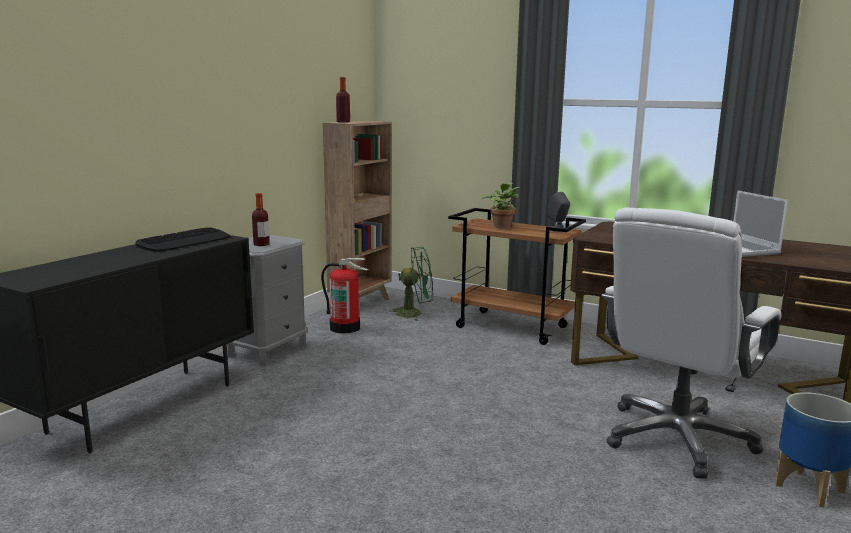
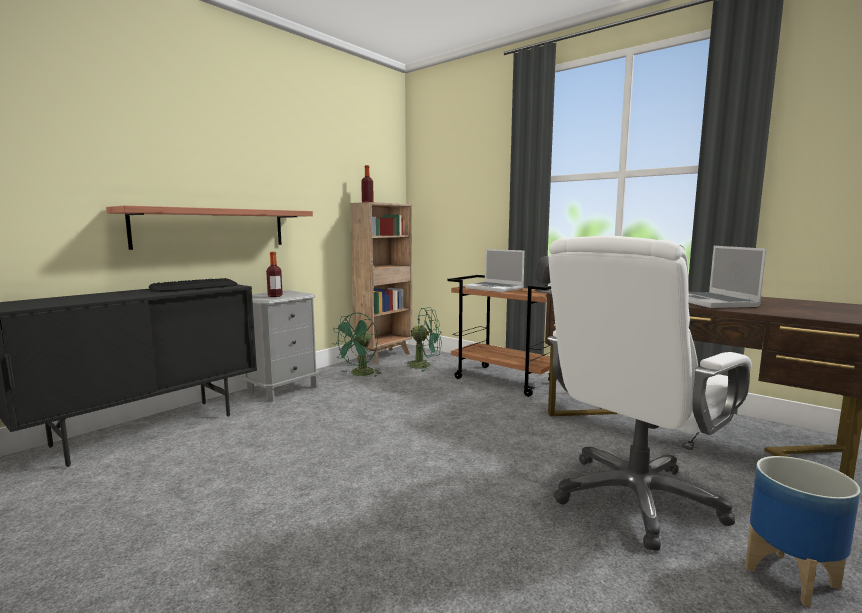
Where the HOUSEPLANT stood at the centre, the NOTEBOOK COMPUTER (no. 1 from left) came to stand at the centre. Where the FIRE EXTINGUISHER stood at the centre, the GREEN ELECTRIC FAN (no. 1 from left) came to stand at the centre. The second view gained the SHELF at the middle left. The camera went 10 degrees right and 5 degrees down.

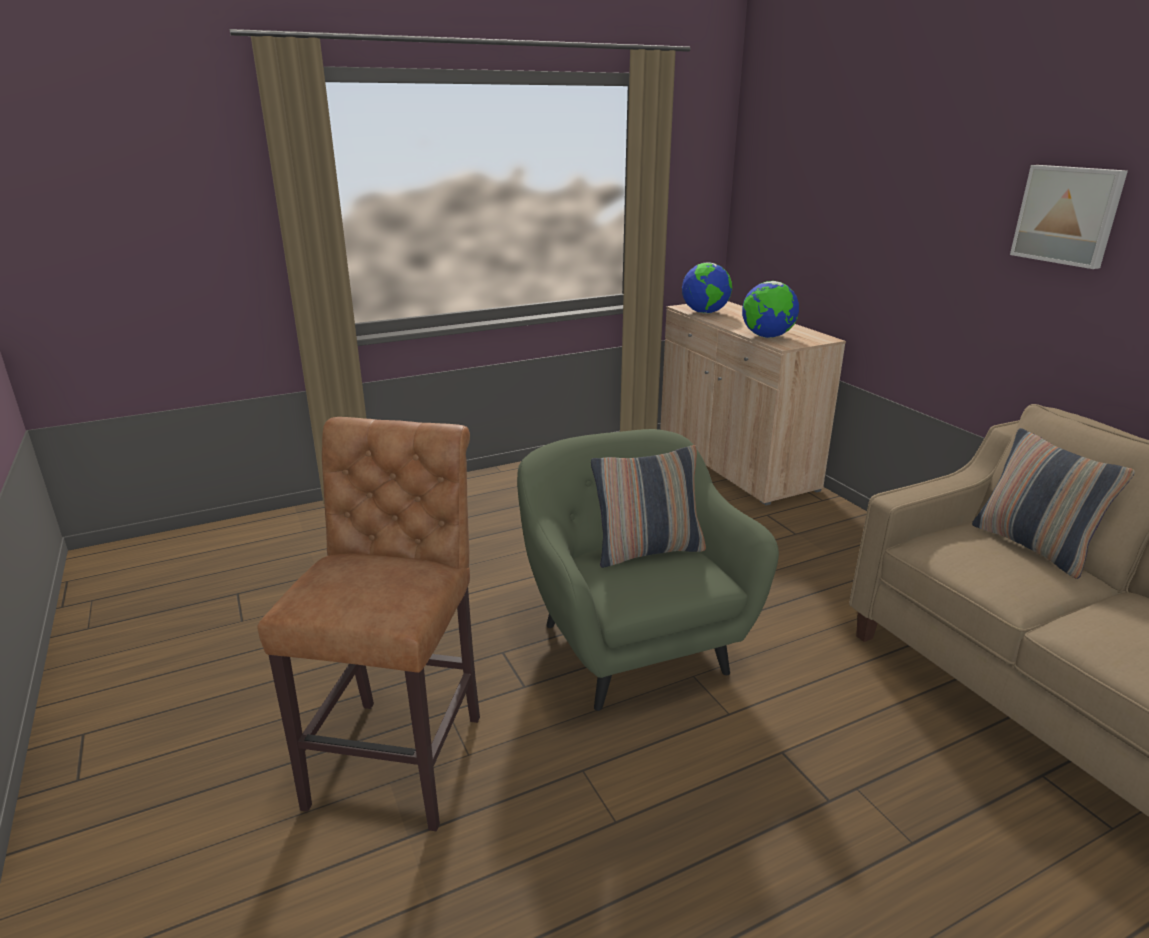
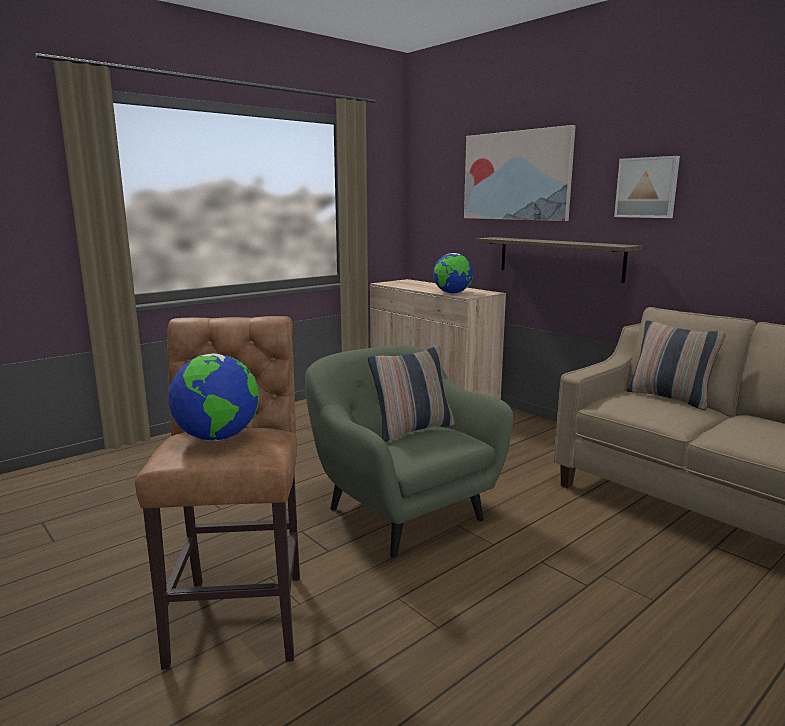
The DESK GLOBE (no. 1 from left) ended up elsewhere, having gone from the top centre to the middle left. The second view gained the PICTURE (no. 1 from left) at the top centre. The second view gained the SHELF at the middle right. The camera went 15 degrees left and 10 degrees down.

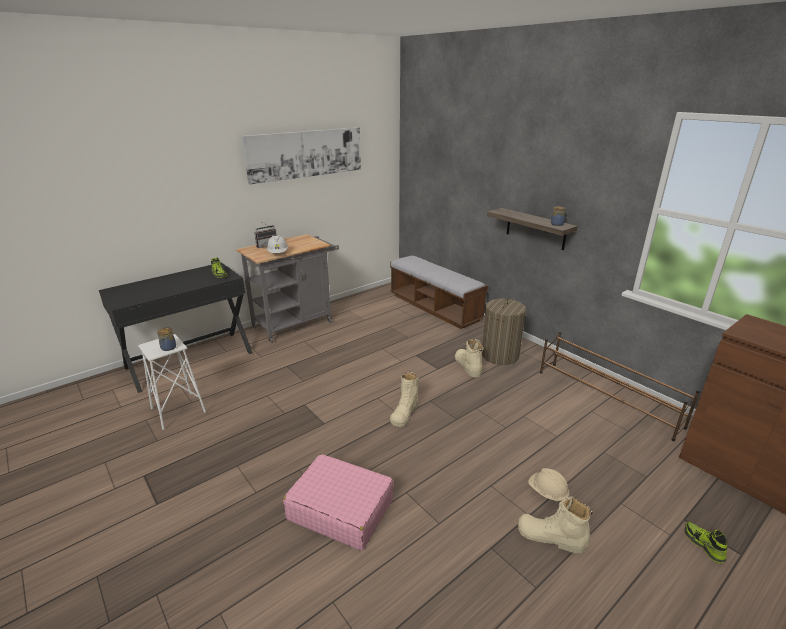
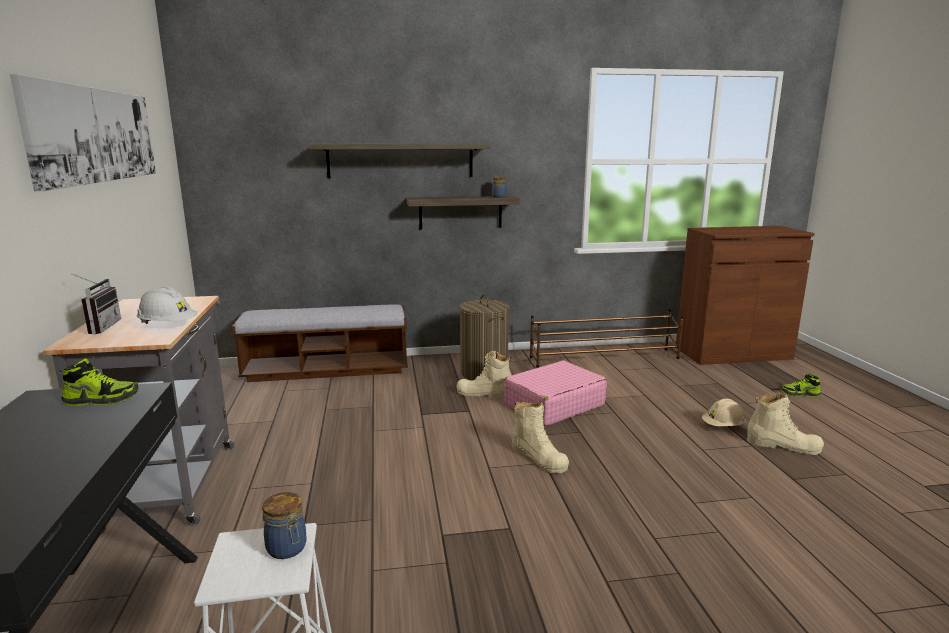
The PINK-COLOURED TRAVEL CASE ended up elsewhere, having gone from the bottom centre to the centre. The BEIGE BOOT (no. 3 from left) at the bottom right ended up facing another way, 120 degrees counterclockwise from before. The second view gained the SHELF (no. 1 from left) at the top centre. The camera went 60 degrees left and 10 degrees down.

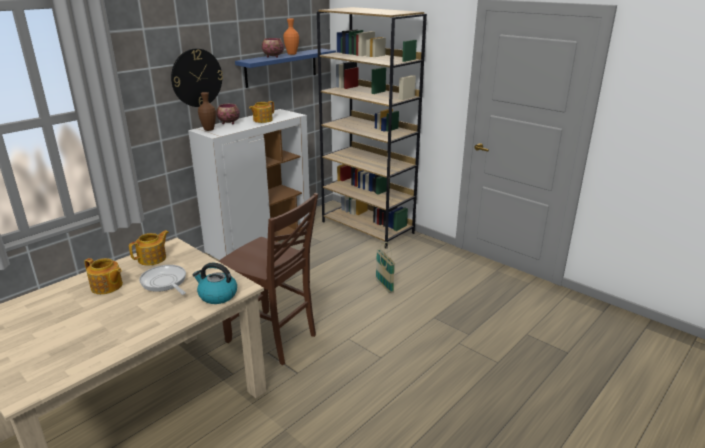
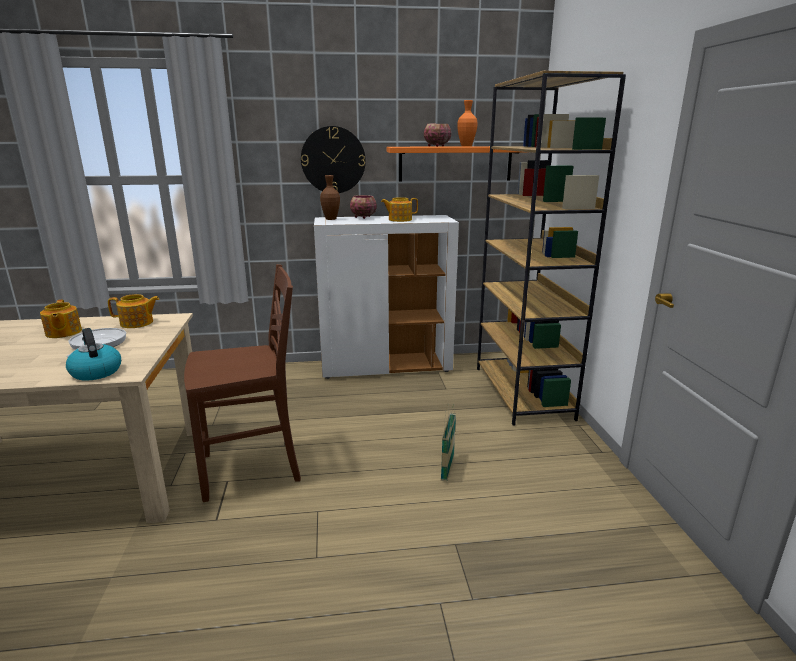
What was the BLUE-COLOURED SHELF at the top centre turned into the ORANGE-COLOURED SHELF at the top centre. The BROWN UPRIGHT CHAIR at the centre ended up facing another way, 90 degrees counterclockwise from before. The camera went 40 degrees right and 5 degrees down.

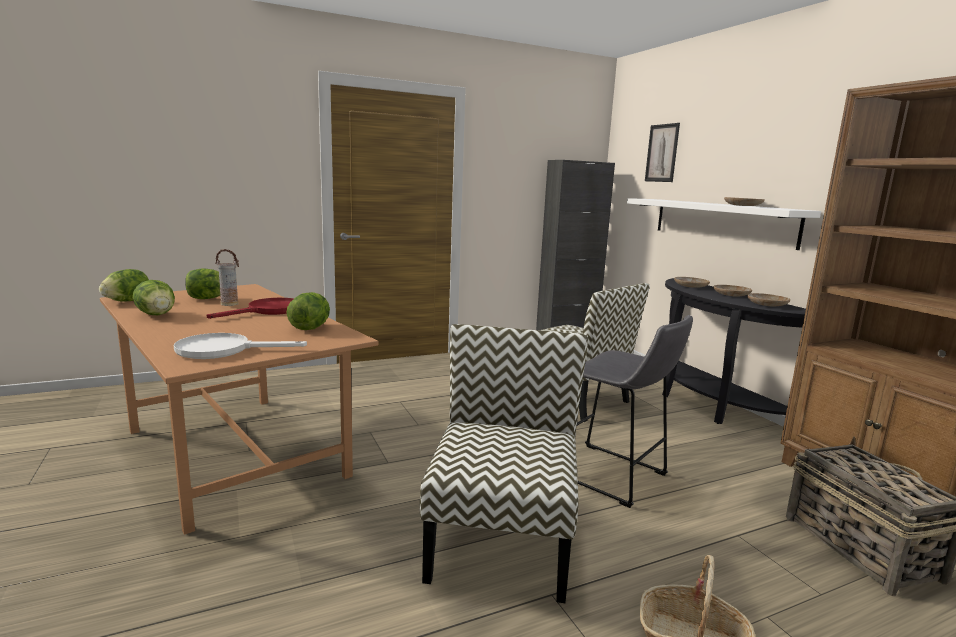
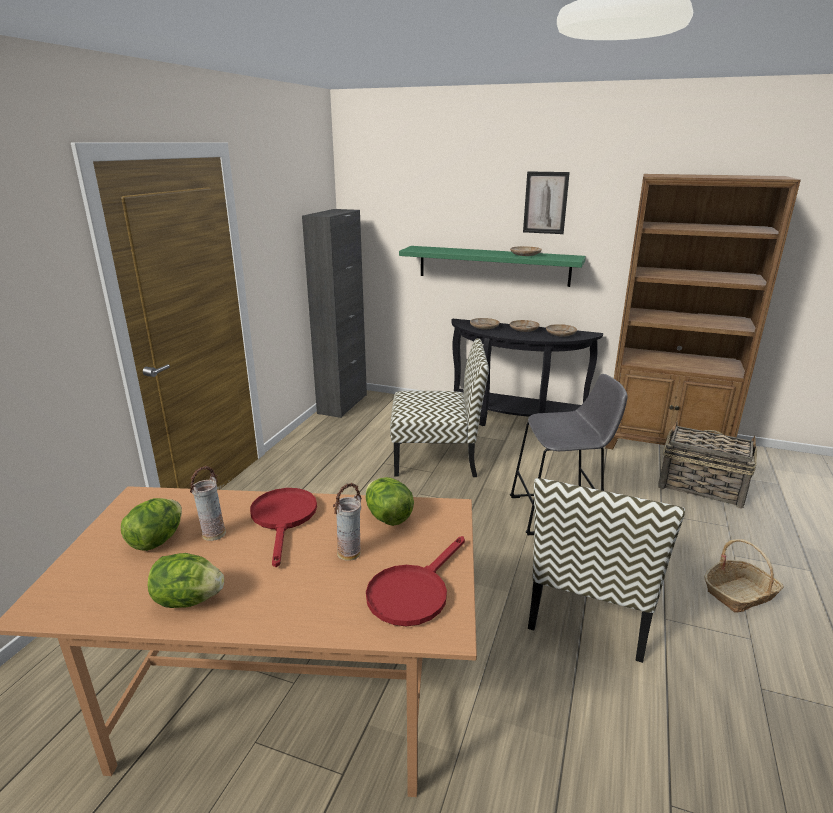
The PICTURE ended up elsewhere, having gone from the top right to the top centre. What was the WHITE SHELF at the middle right turned into the GREEN SHELF at the top centre. The second view lost the LETTUCE (no. 1 from left) at the middle left. The UPRIGHT CHAIR (no. 1 from left in the first image) at the bottom centre ended up facing another way, 120 degrees counterclockwise from before. What was the WHITE FRYING PAN at the middle left turned into the RED-COLOURED FRYING PAN (no. 2 from left) at the bottom centre. The second view gained the VASE (no. 2 from left) at the centre. The camera went 45 degrees left and 10 degrees up.

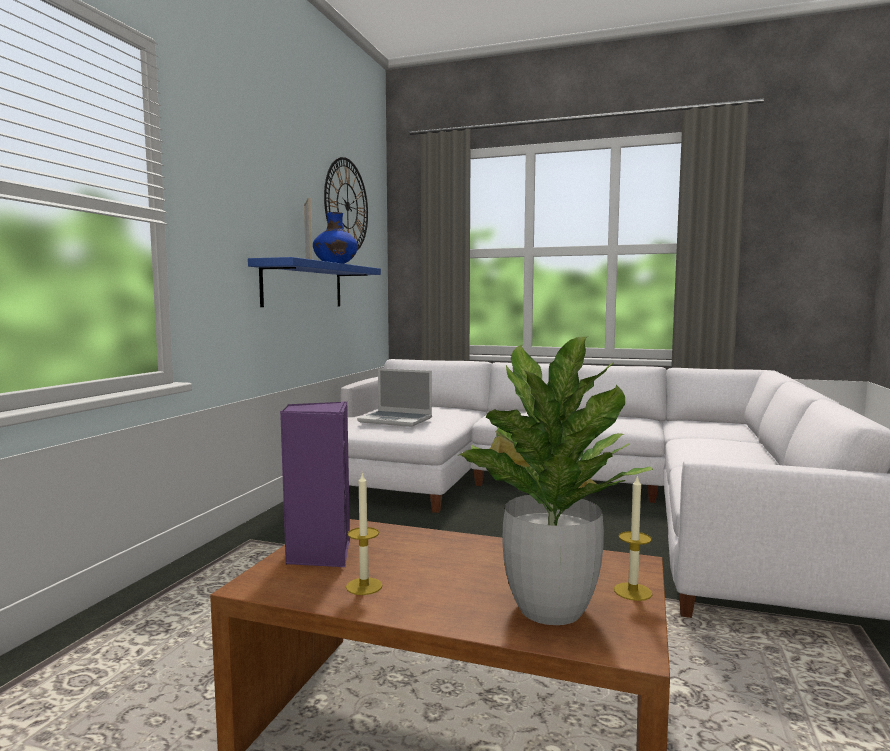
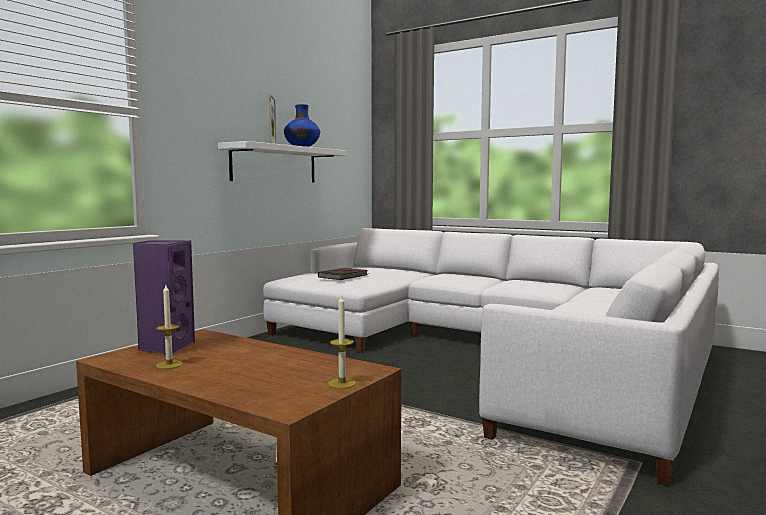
The second view lost the WALL CLOCK at the top centre. What was the BLUE-COLOURED SHELF at the centre turned into the WHITE SHELF at the top centre. The second view lost the HOUSEPLANT at the centre. Where the NOTEBOOK COMPUTER stood at the centre, the BROWN VOLUME came to stand at the centre. The camera went 15 degrees right and 0 degrees up.

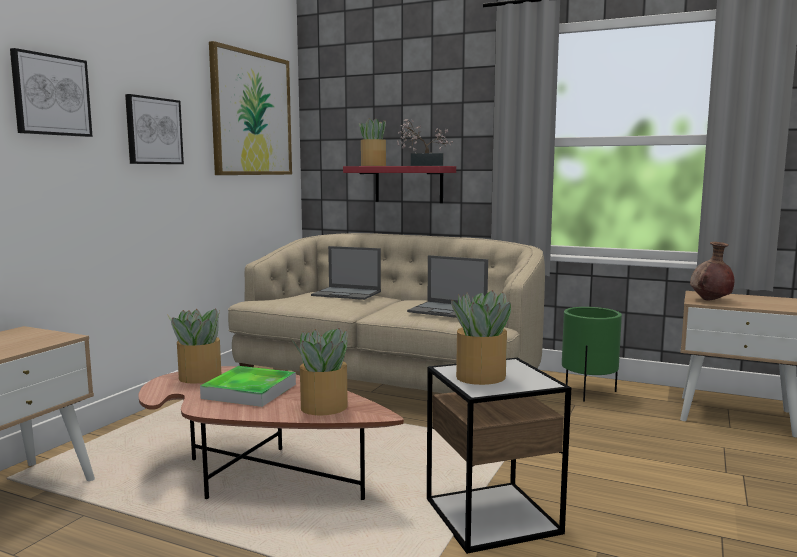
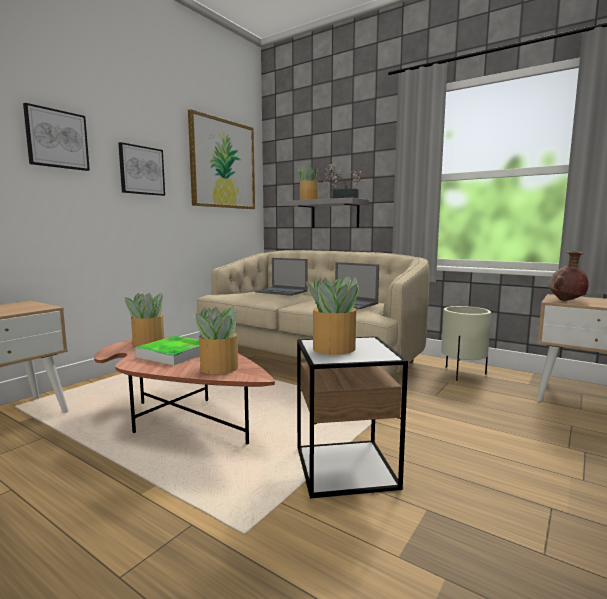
What was the RED-COLOURED SHELF at the top centre turned into the GREYISH SHELF at the centre. What was the GREEN FLOWER POT at the middle right turned into the BEIGE FLOWER POT at the middle right. The camera went 10 degrees right and 0 degrees up.

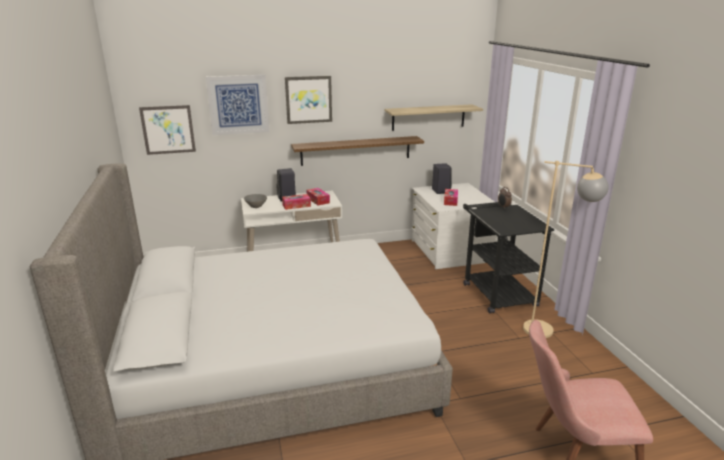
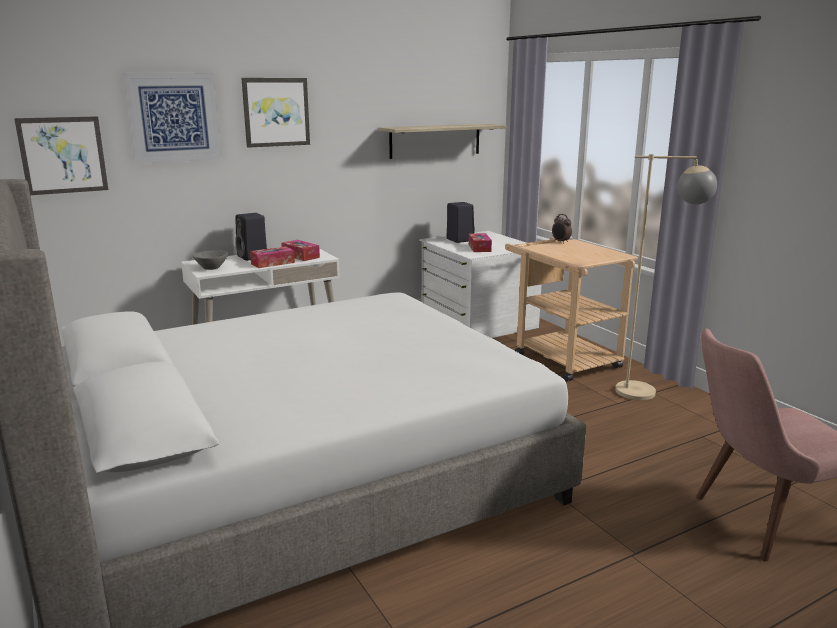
The second view lost the SHELF (no. 1 from left) at the top centre. What was the BLACK CART at the middle right turned into the BEIGE CART at the middle right. The camera went 15 degrees left and 5 degrees down.

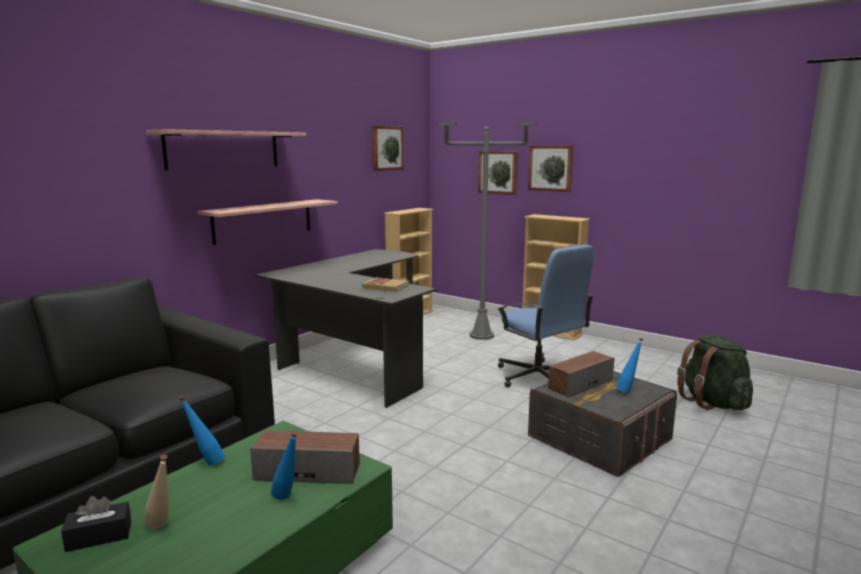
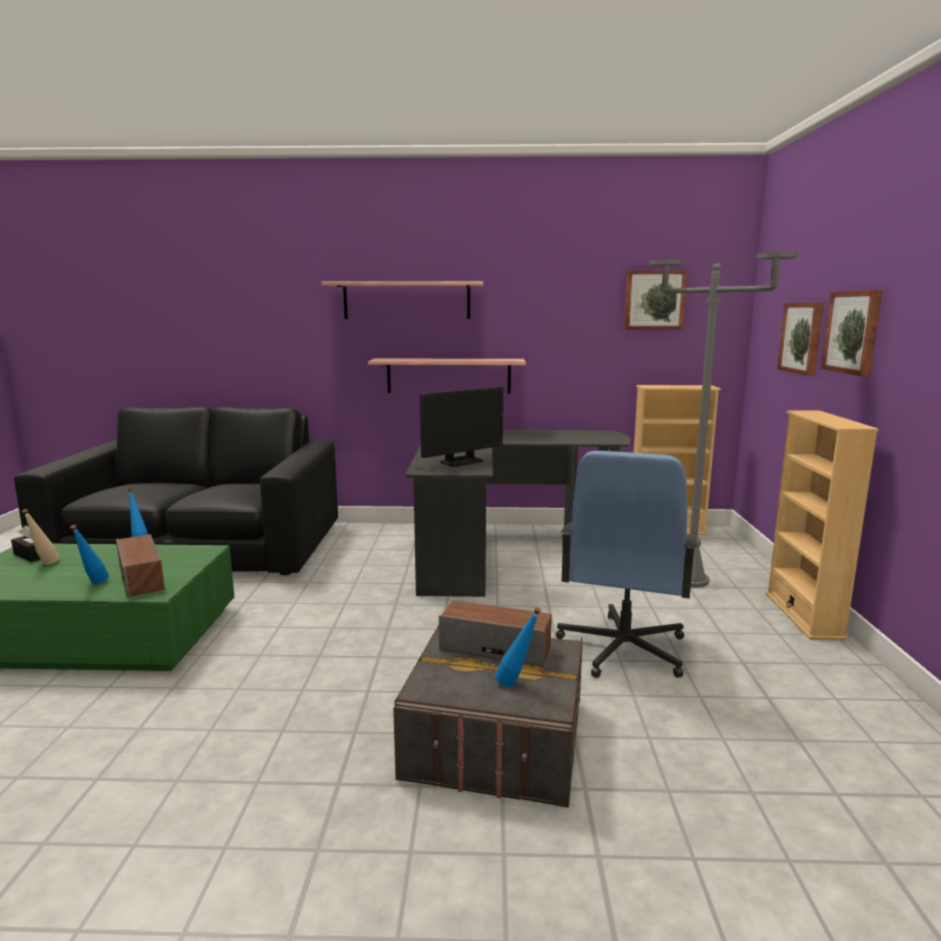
Where the VOLUME stood at the centre, the COMPUTER DISPLAY came to stand at the centre. The second view lost the GREEN BACKPACK at the middle right. The camera went 55 degrees right and 0 degrees up.

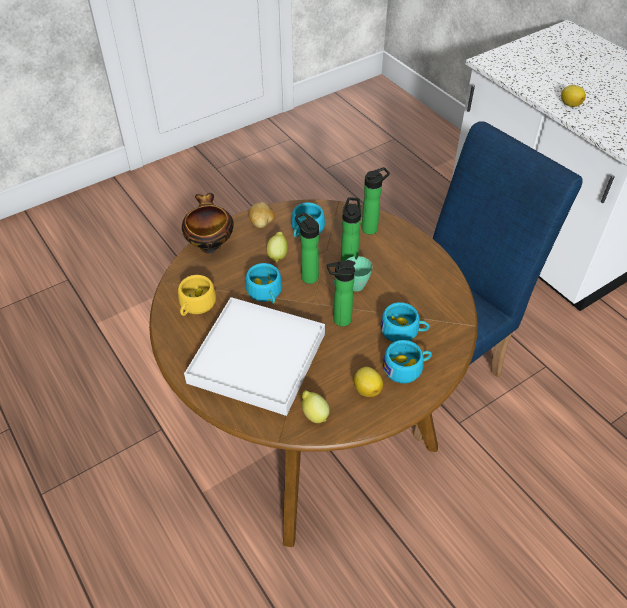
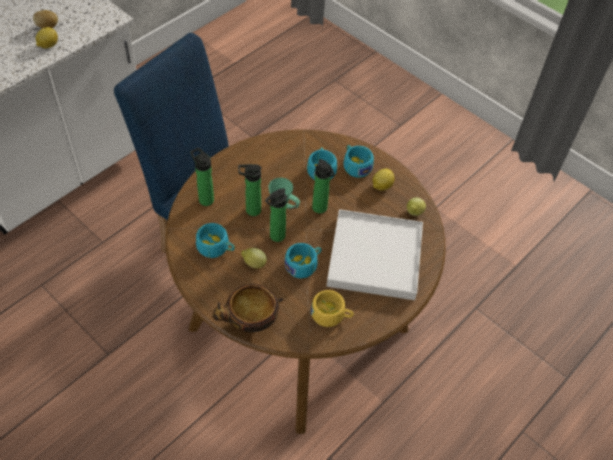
The POTATO ended up elsewhere, having gone from the centre to the top left. The camera went 105 degrees left and 5 degrees up.

